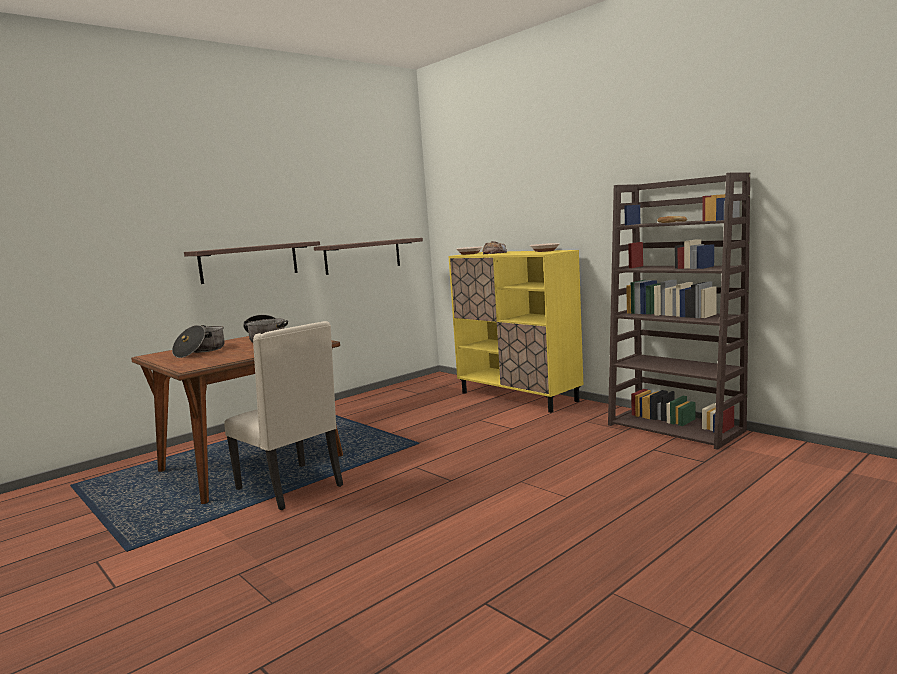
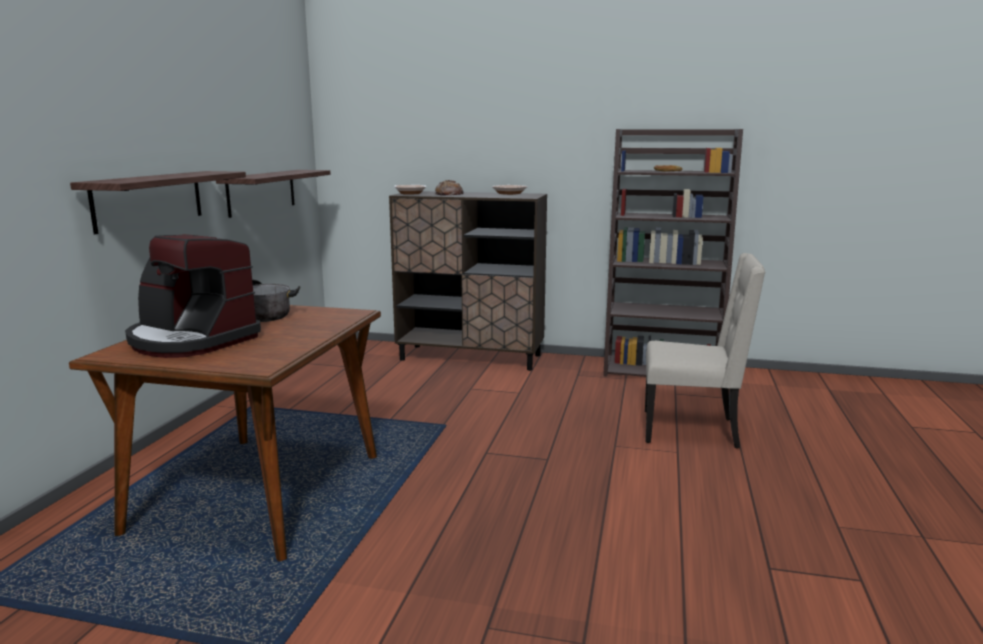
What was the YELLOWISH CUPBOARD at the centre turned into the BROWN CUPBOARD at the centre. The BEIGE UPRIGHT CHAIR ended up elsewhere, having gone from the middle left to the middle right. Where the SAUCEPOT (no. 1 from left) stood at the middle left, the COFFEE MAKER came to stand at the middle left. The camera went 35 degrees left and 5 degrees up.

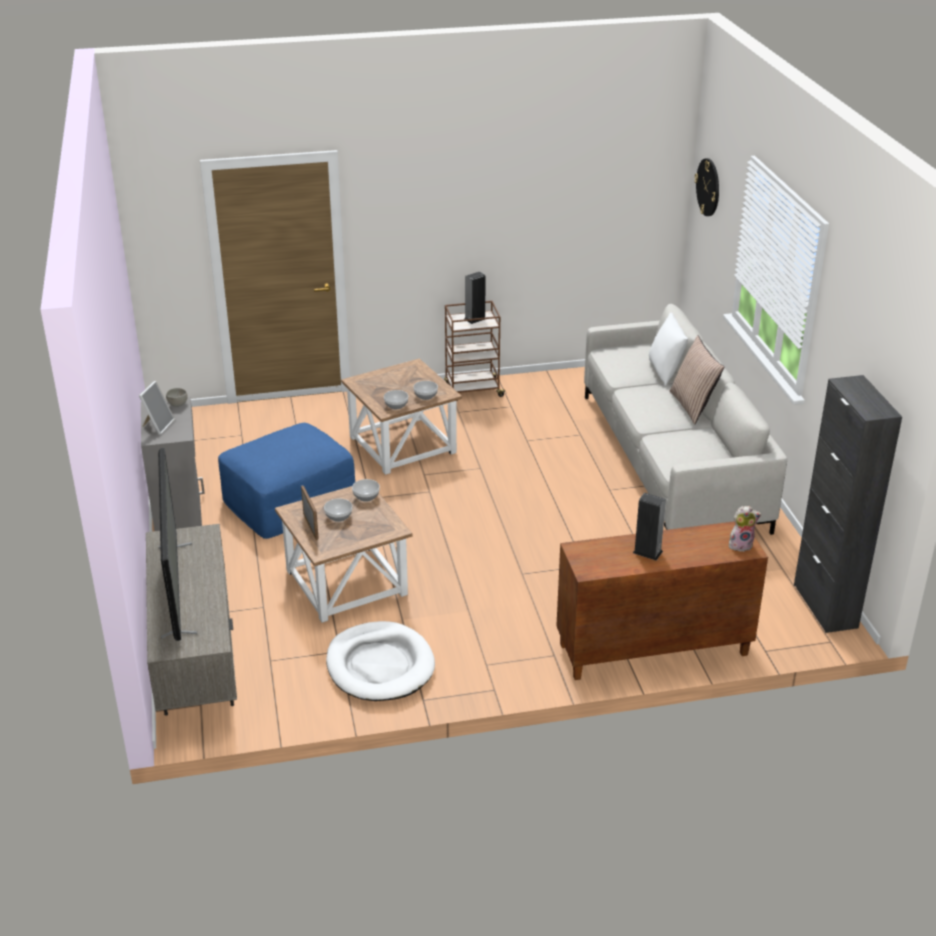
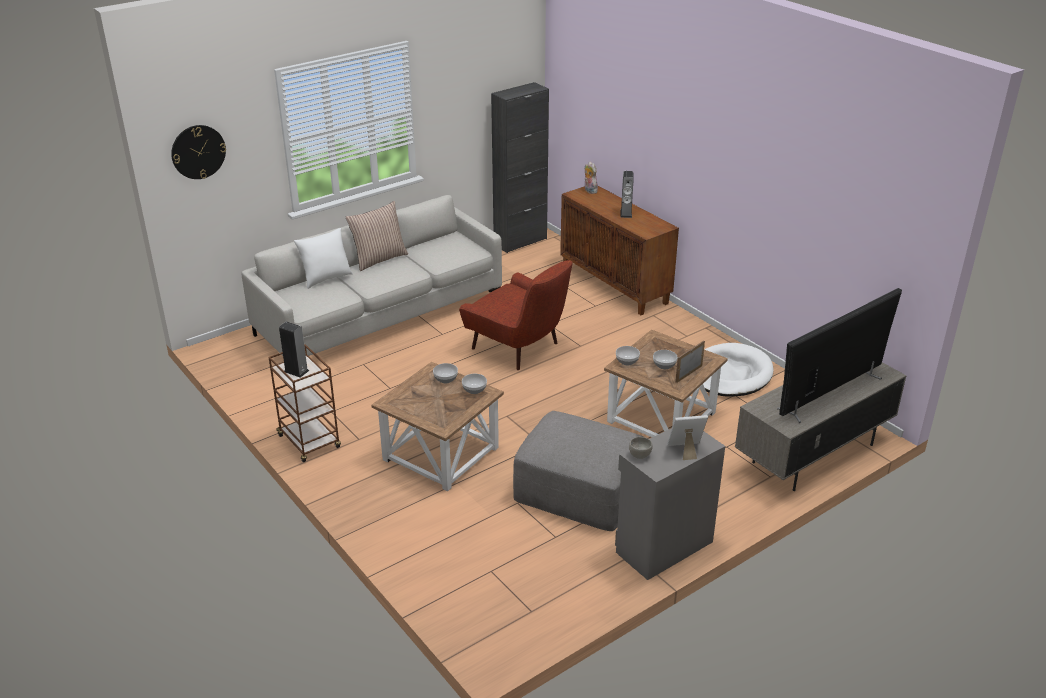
What was the BLUE-COLOURED OTTOMAN at the middle left turned into the GREYISH OTTOMAN at the bottom centre. The second view gained the RED-COLOURED ARMCHAIR at the centre. The camera went 115 degrees left and 0 degrees up.

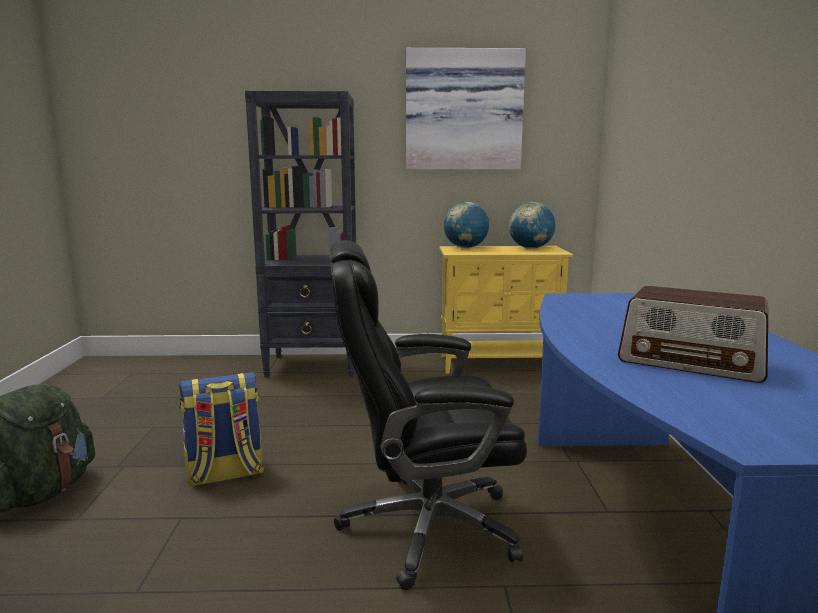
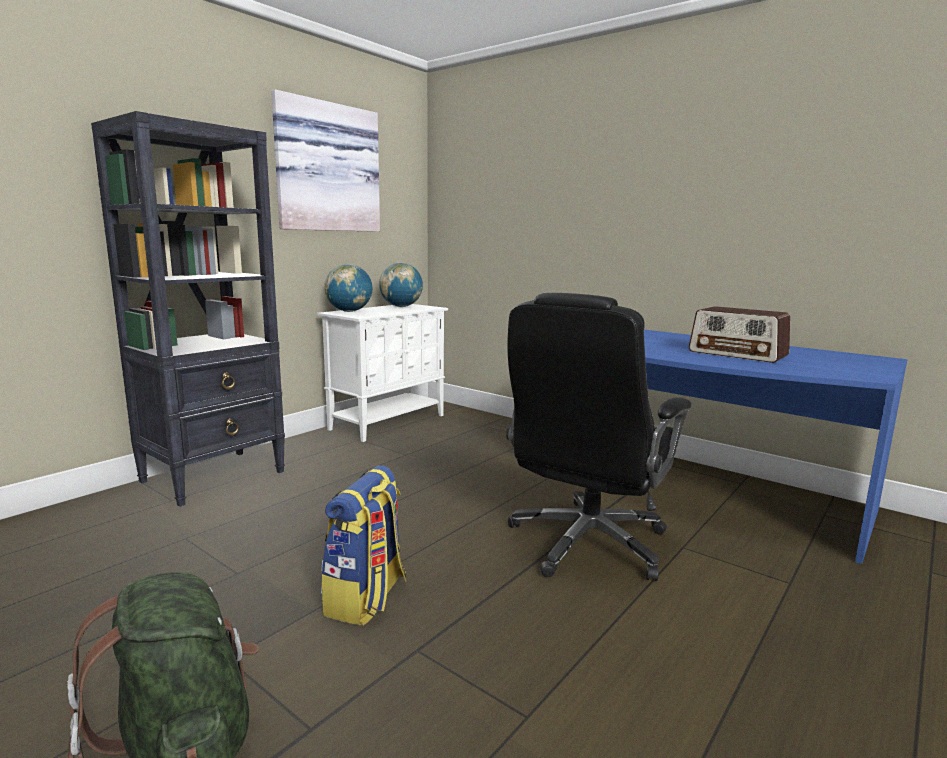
What was the YELLOWISH CUPBOARD at the centre turned into the WHITE CUPBOARD at the centre. The RADIO SET at the middle right ended up facing another way, 60 degrees clockwise from before. The camera went 50 degrees left and 0 degrees up.

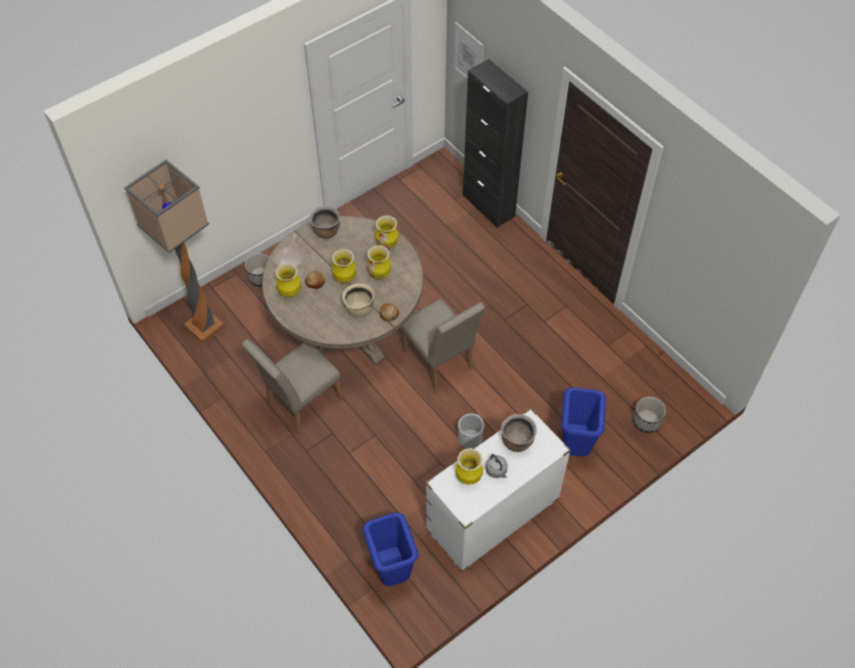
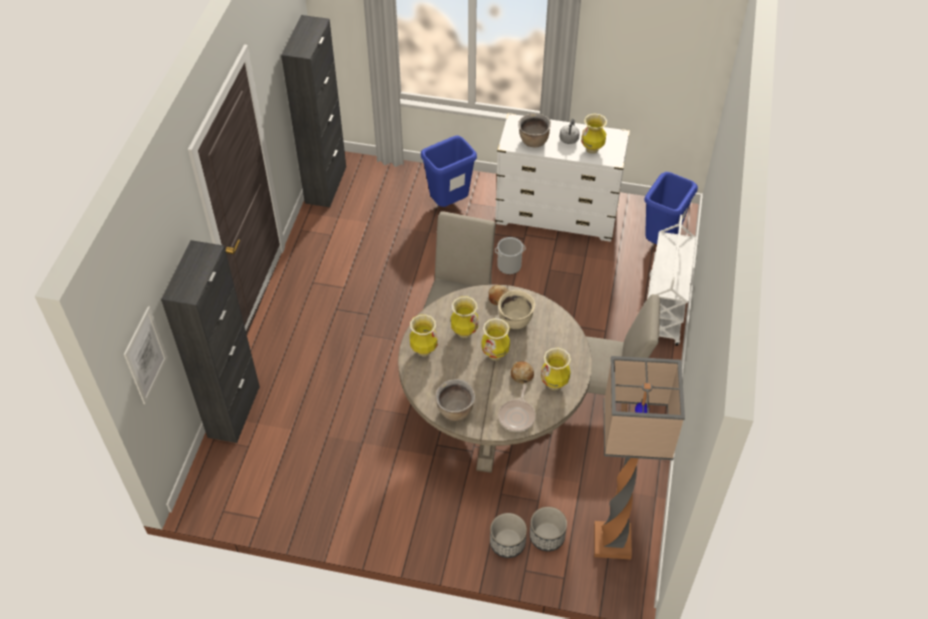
The FRYING PAN at the centre ended up facing another way, 135 degrees clockwise from before. The FLOWER POT (no. 2 from left) ended up elsewhere, having gone from the middle right to the bottom centre. The second view gained the BLACK CUPBOARD (no. 2 from left) at the top centre. The second view gained the WHITE CART at the middle right. The camera went 130 degrees left and 5 degrees down.

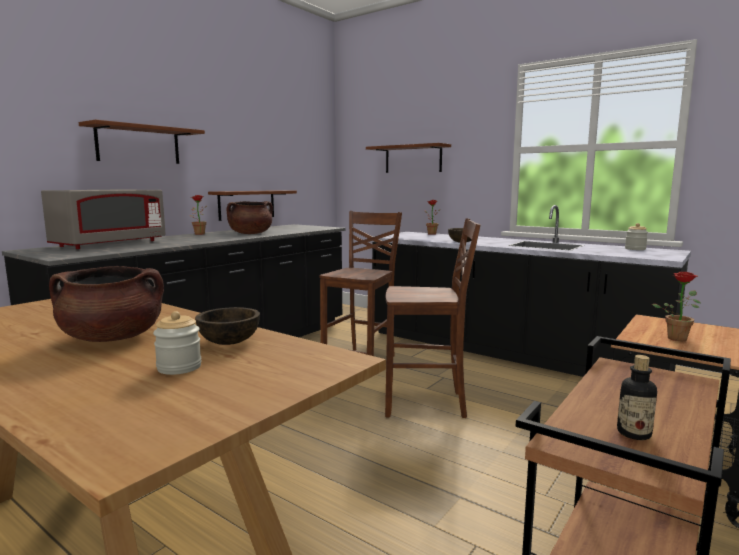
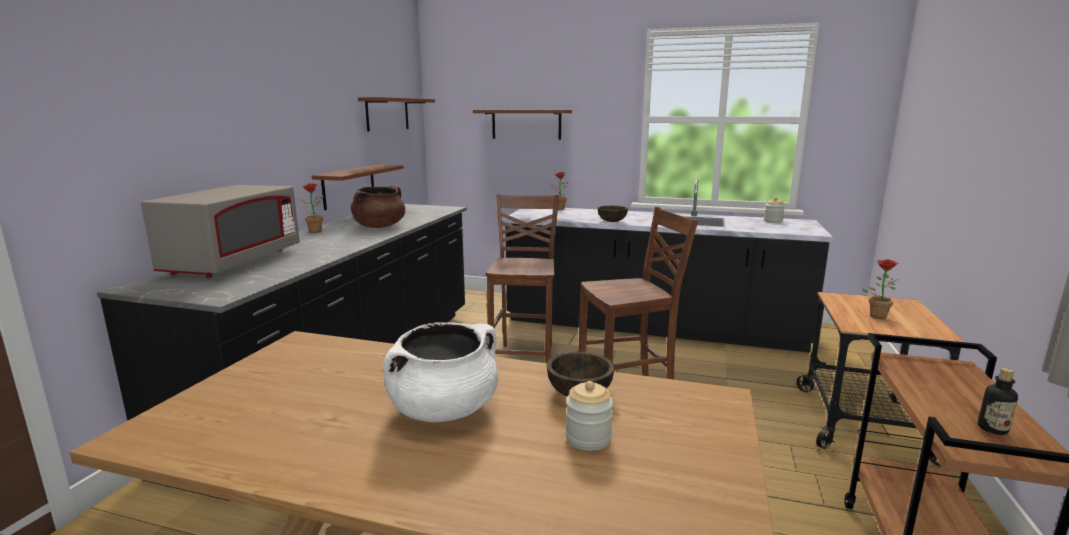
The BROWN SHELF (no. 1 from left in the first image) ended up elsewhere, having gone from the top left to the top centre. What was the BROWN SAUCEPOT (no. 1 from left) at the middle left turned into the WHITE SAUCEPOT at the bottom centre. The camera went 20 degrees left and 5 degrees up.

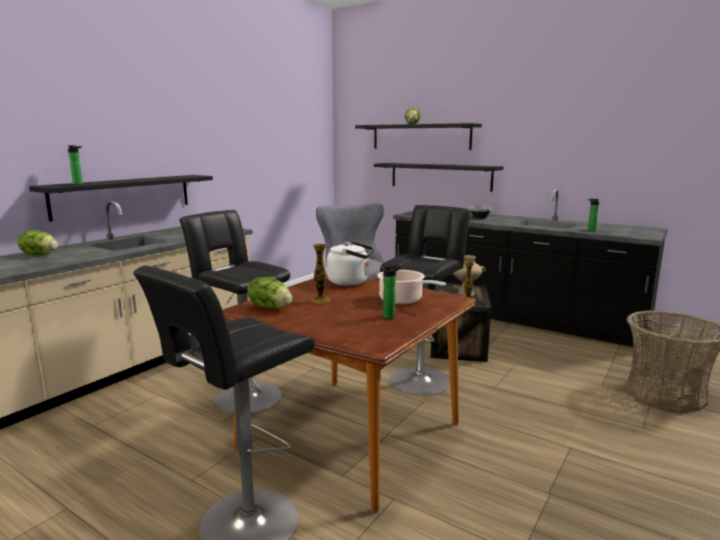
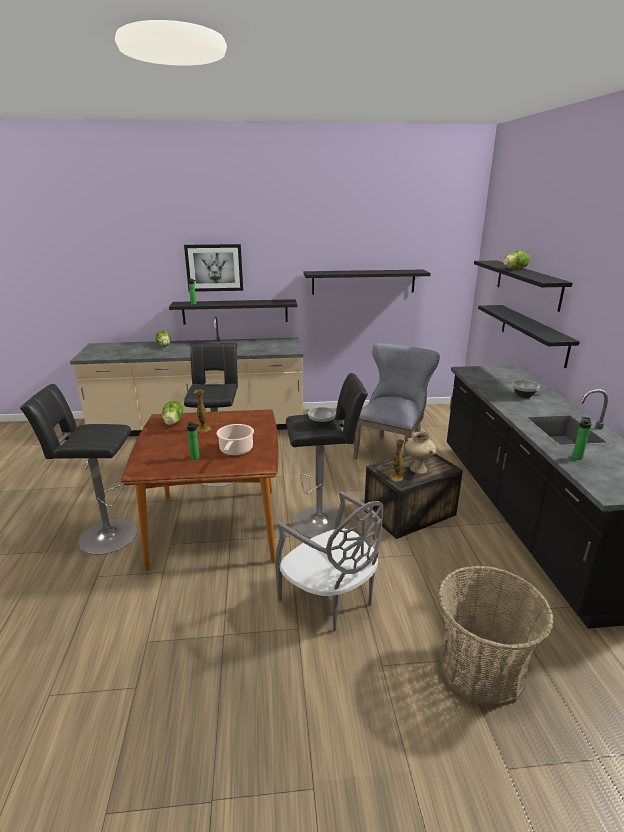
The second view lost the WHITE TEA KETTLE at the centre. The second view gained the PICTURE at the top centre. The second view gained the BLACK SHELF (no. 2 from left) at the centre. The second view gained the DEEP DISH (no. 1 from left) at the centre. The second view gained the GREYISH UPRIGHT CHAIR (no. 1 from left) at the bottom centre. The camera went 50 degrees right and 10 degrees up.

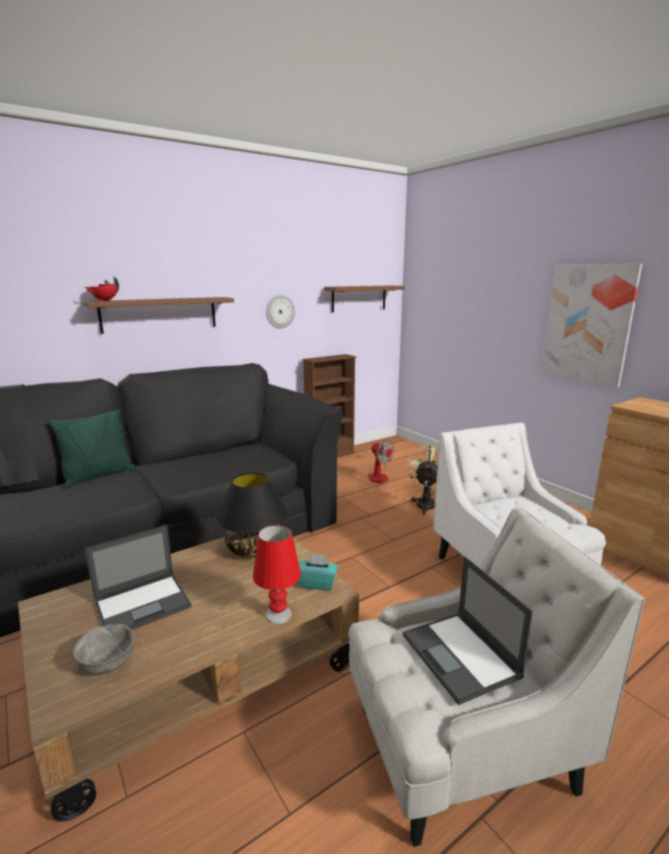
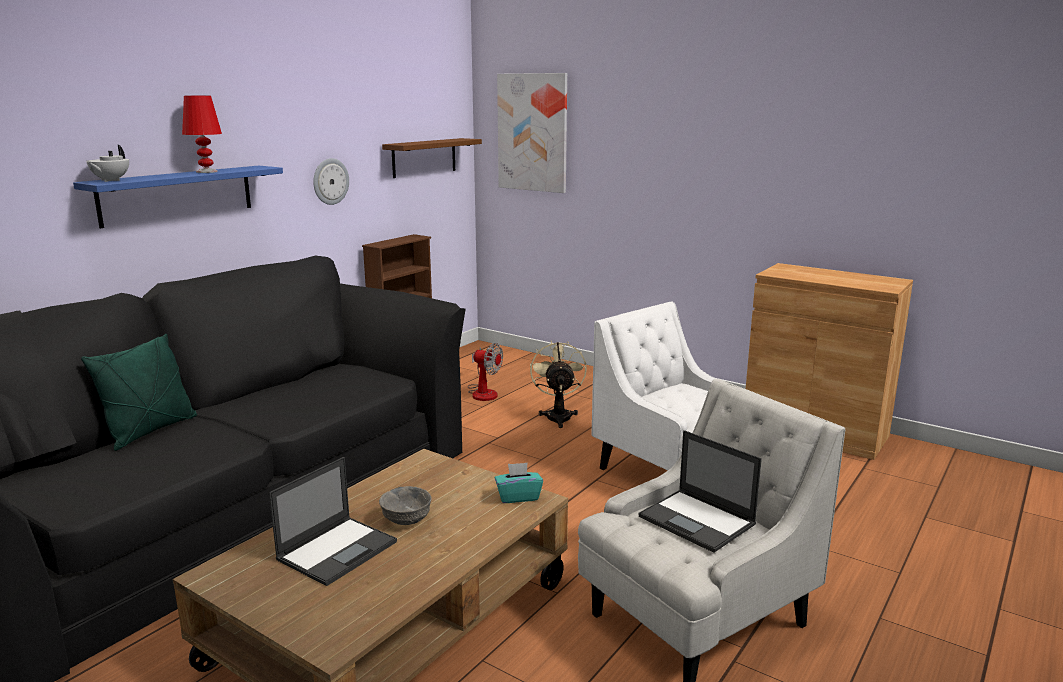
The PICTURE ended up elsewhere, having gone from the middle right to the top centre. What was the RED-COLOURED TEA POT at the middle left turned into the WHITE TEA POT at the top left. What was the BROWN SHELF (no. 1 from left) at the middle left turned into the BLUE-COLOURED SHELF at the top left. The second view lost the BLACK TABLE LAMP at the centre. The RED-COLOURED TABLE LAMP ended up elsewhere, having gone from the bottom centre to the top left. The GREYISH DEEP DISH ended up elsewhere, having gone from the bottom left to the bottom centre. The camera went 20 degrees left and 0 degrees up.

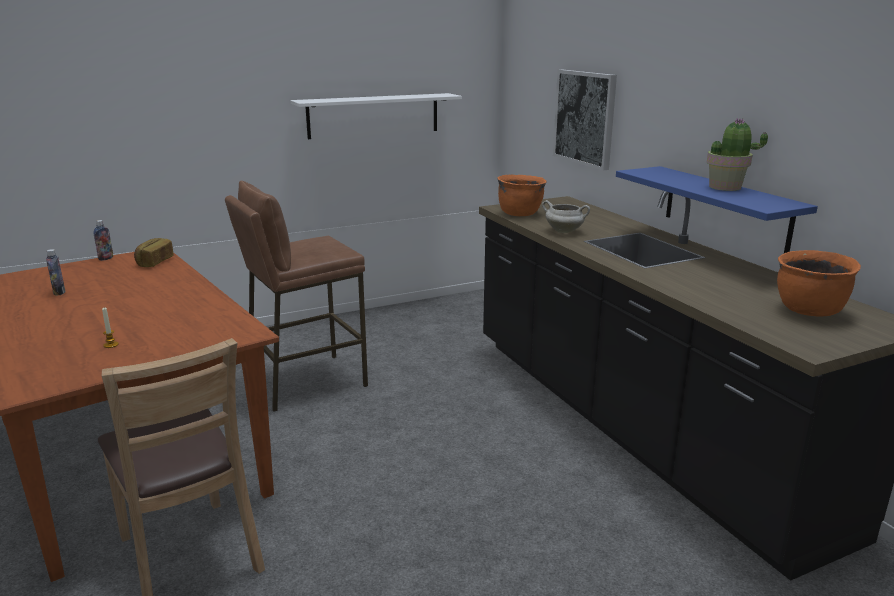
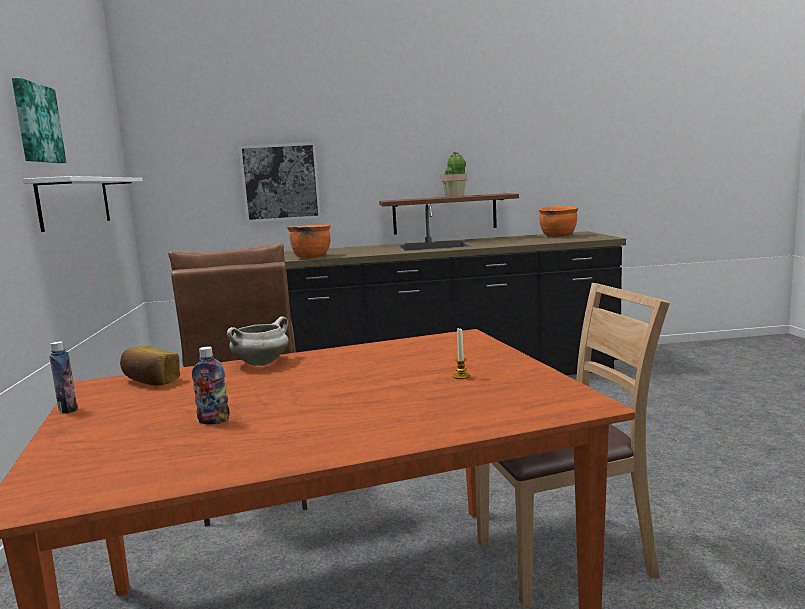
What was the BLUE-COLOURED SHELF at the middle right turned into the BROWN SHELF at the centre. The WHITE SAUCEPOT ended up elsewhere, having gone from the centre to the middle left. The second view gained the PICTURE (no. 1 from left) at the top left. The camera went 70 degrees left and 10 degrees down.

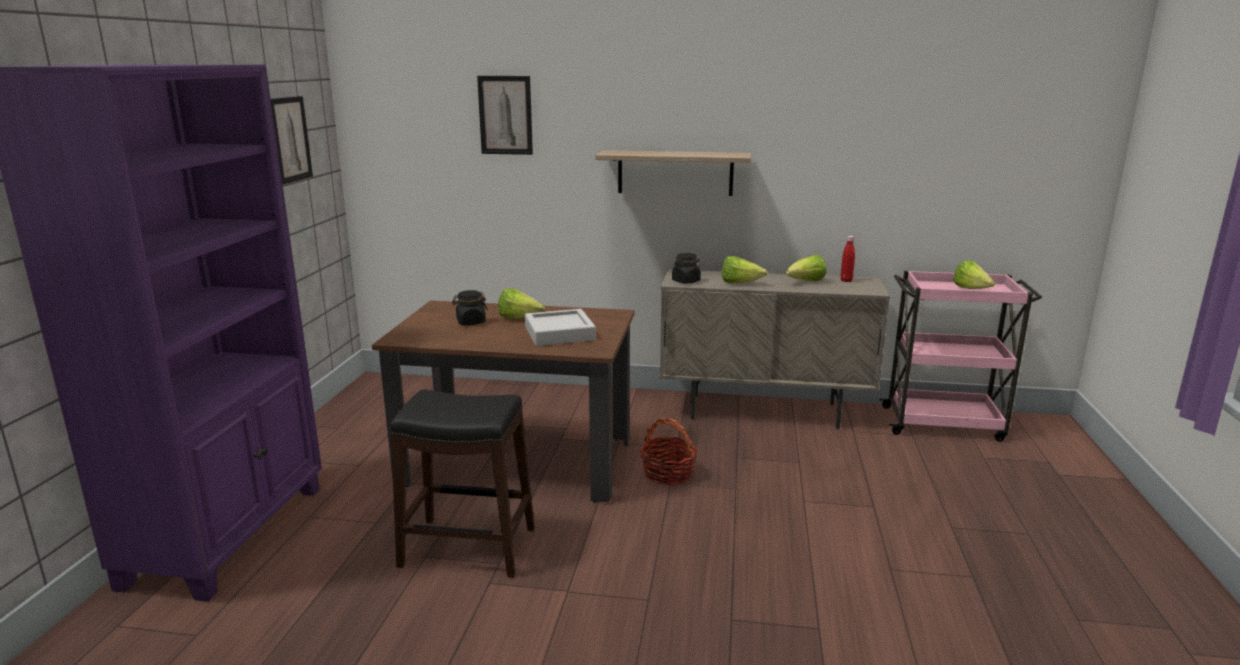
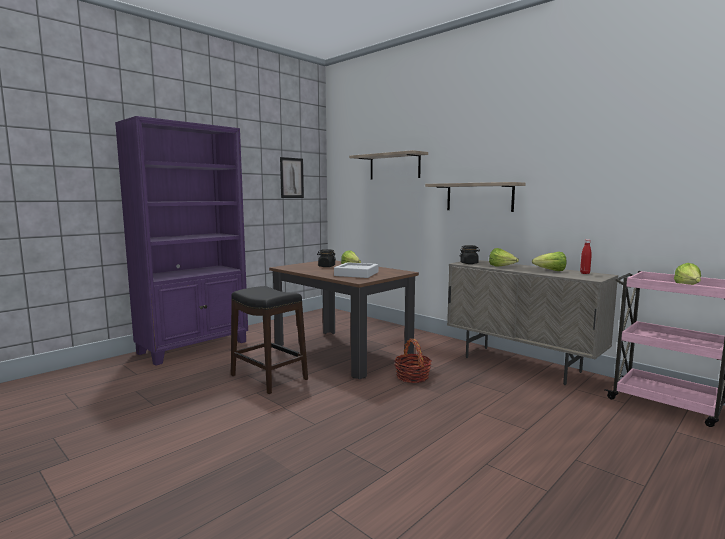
Where the PICTURE (no. 2 from left) hung at the top centre, the SHELF (no. 1 from left) came to hang at the top centre. The camera went 35 degrees right and 10 degrees down.

